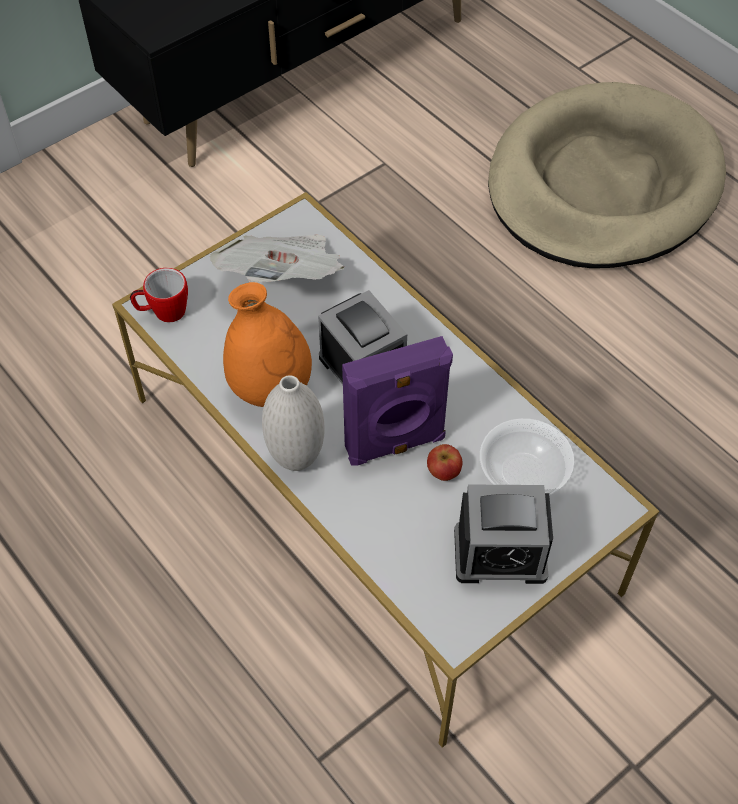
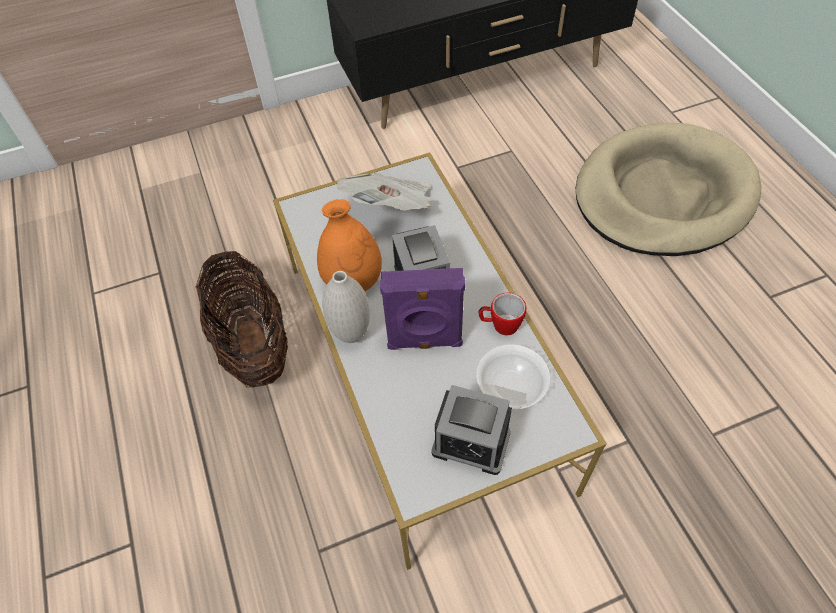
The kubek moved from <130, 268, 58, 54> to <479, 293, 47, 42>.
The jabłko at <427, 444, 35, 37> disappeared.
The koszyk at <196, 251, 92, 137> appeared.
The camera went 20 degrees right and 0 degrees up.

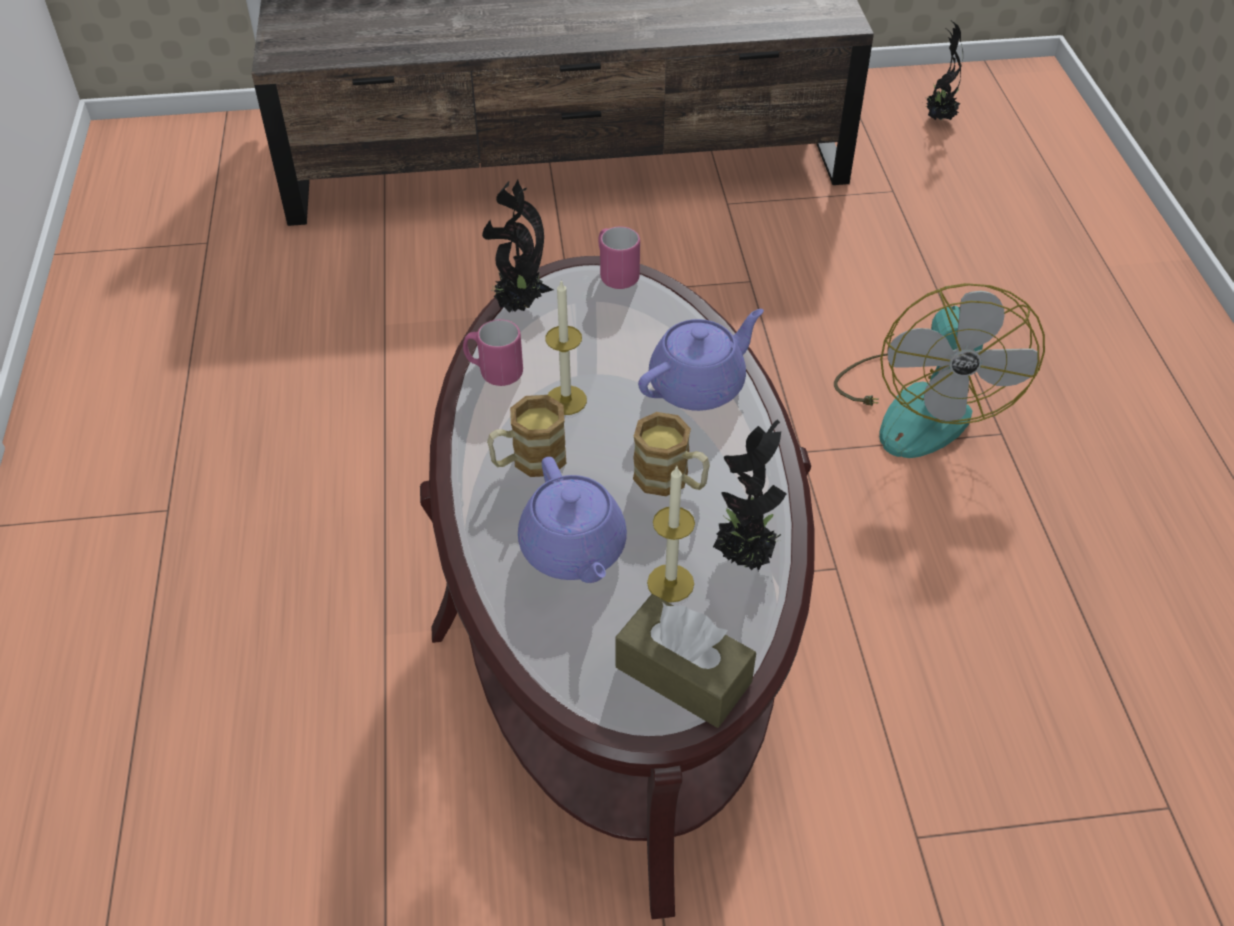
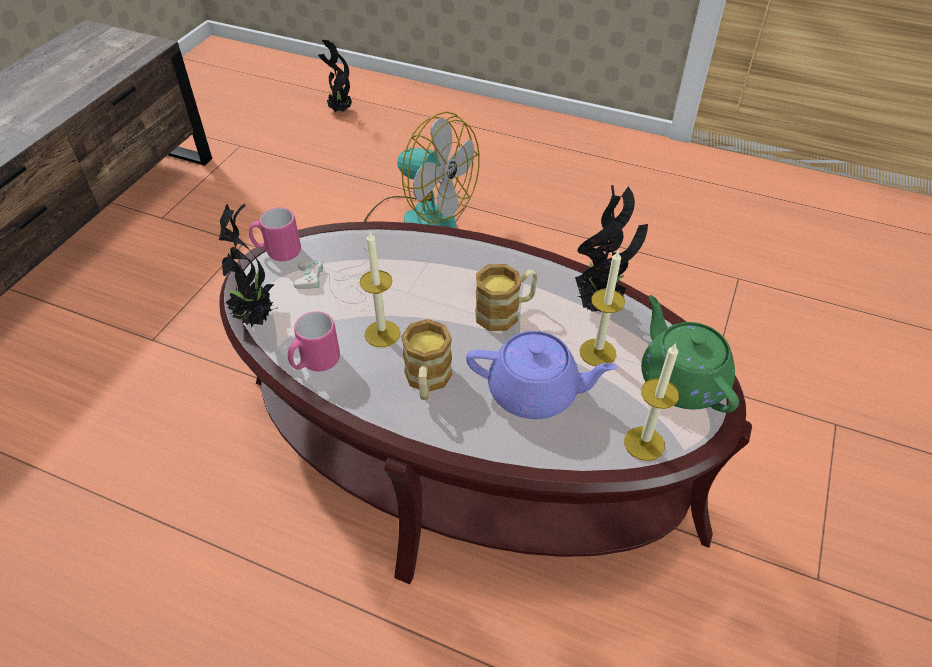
The pudełko chusteczek [brązowy] at <615, 594, 141, 134> was replaced by the imbryk [zielony] at <641, 295, 98, 118>.
The imbryk [fioletowy] at <638, 309, 126, 102> disappeared.
The roślina doniczkowa moved from <923, 21, 40, 99> to <318, 40, 34, 73>.
The pad do gier [biały] at <293, 247, 76, 57> appeared.
The świeca at <624, 343, 55, 118> appeared.
The camera went 60 degrees left and 0 degrees up.

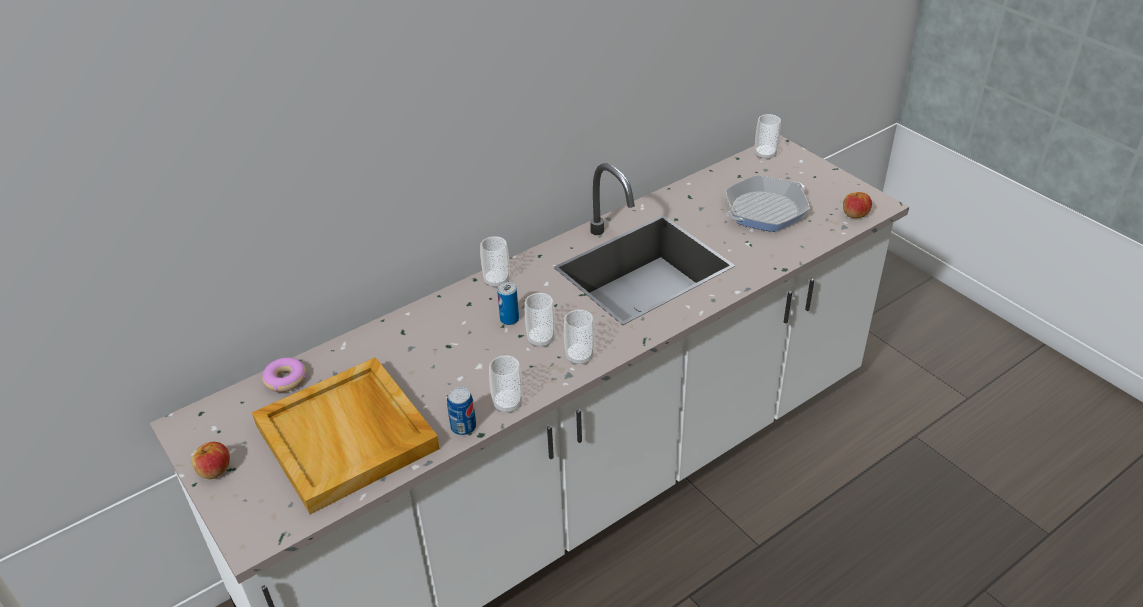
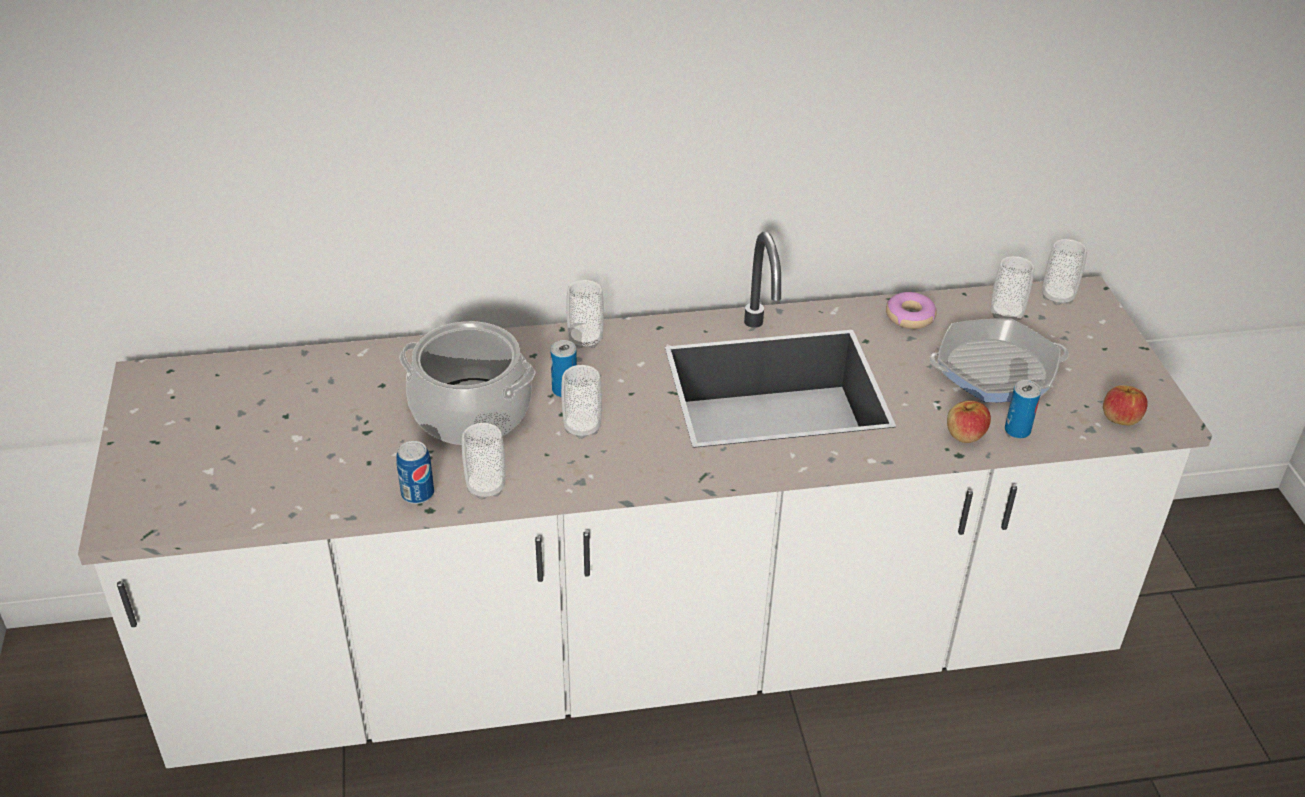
The jabłko moved from <192, 442, 38, 37> to <947, 400, 44, 43>.
The taca [beżowy] at <252, 357, 188, 157> disappeared.
The donut moved from <262, 357, 44, 35> to <886, 292, 51, 37>.
The filiżanka moved from <564, 310, 31, 55> to <990, 256, 44, 64>.
The garnek at <400, 321, 135, 124> appeared.
The puszka at <1005, 380, 36, 59> appeared.
The camera went 25 degrees right and 0 degrees up.

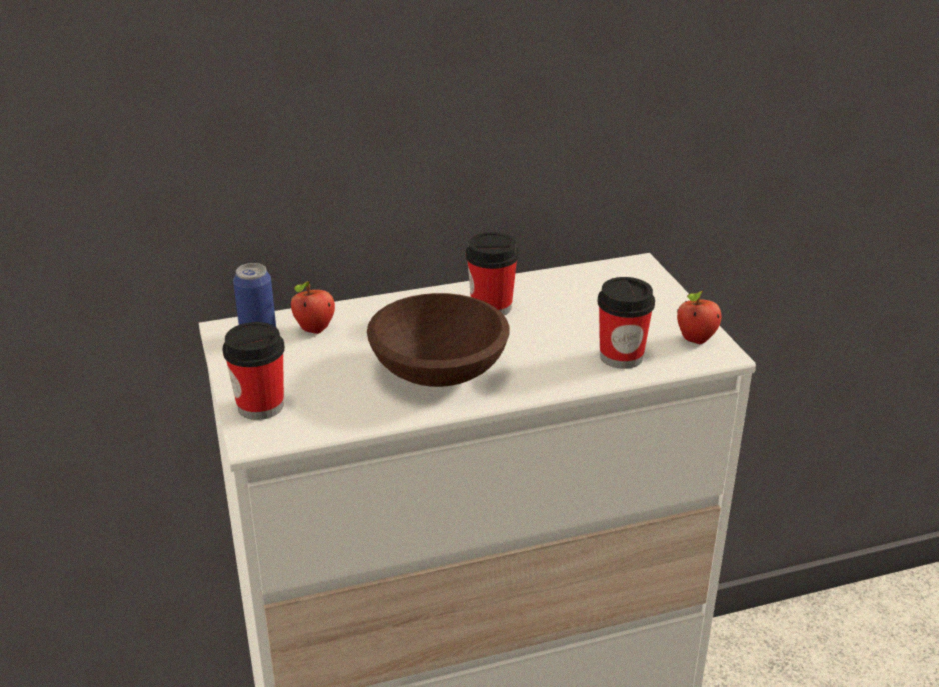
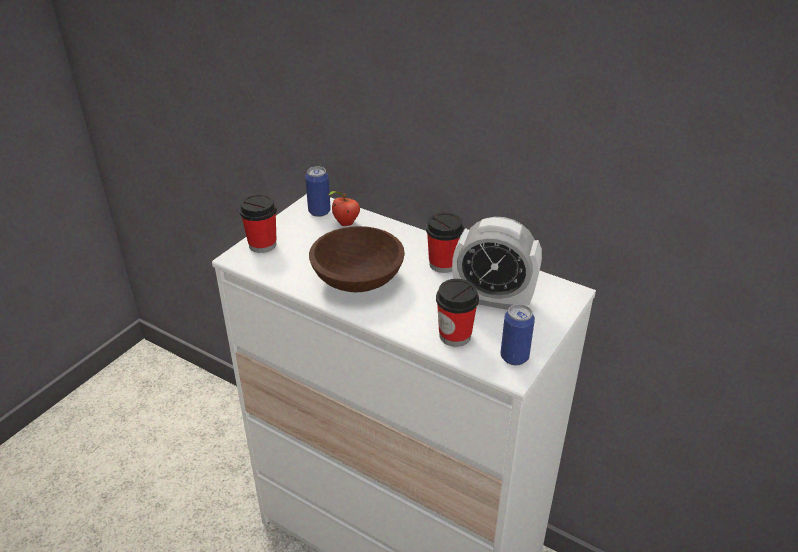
The jabłko at <677, 291, 44, 53> was replaced by the puszka at <501, 304, 34, 62>.
The budzik at <452, 217, 90, 93> appeared.
The camera went 50 degrees right and 5 degrees up.

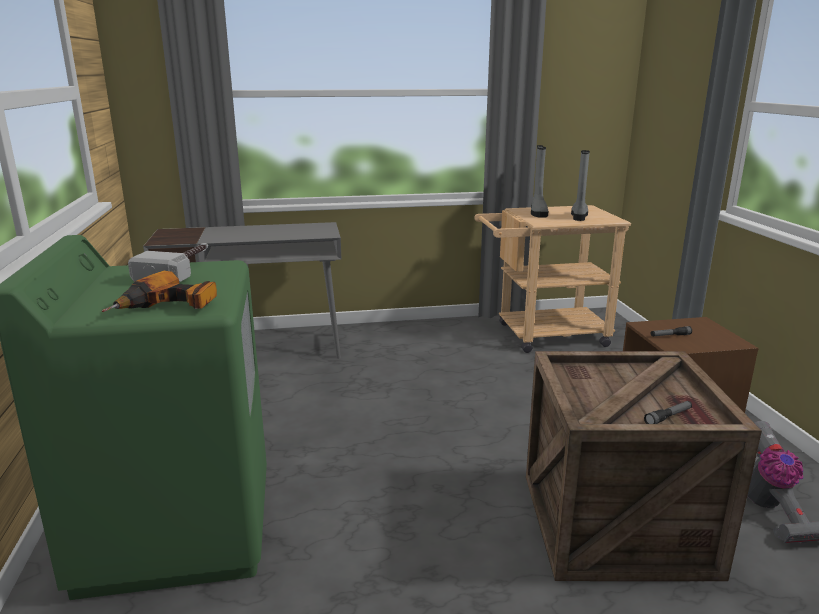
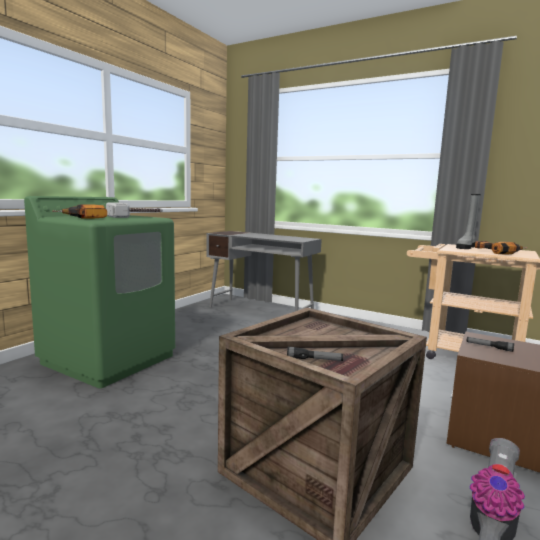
The but z cholewką [szary] at <571, 150, 19, 71> was replaced by the wiertarka at <475, 241, 52, 13>.
The camera went 40 degrees right and 10 degrees down.

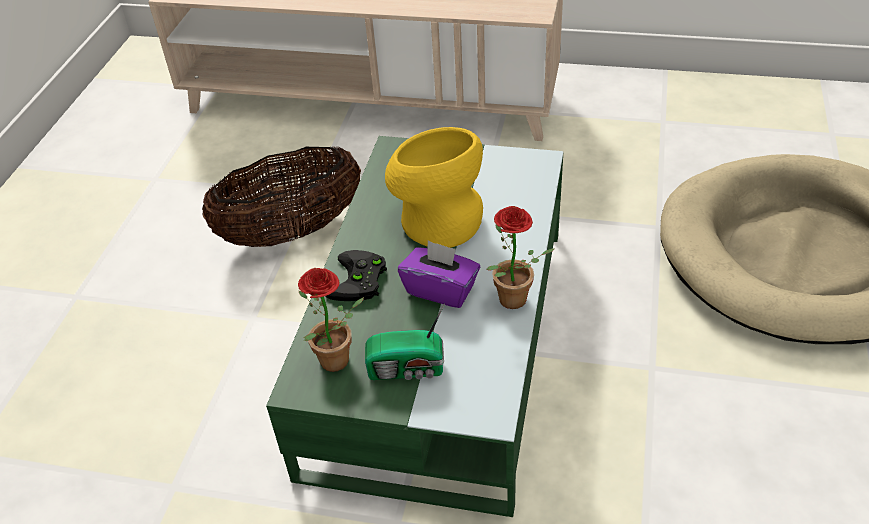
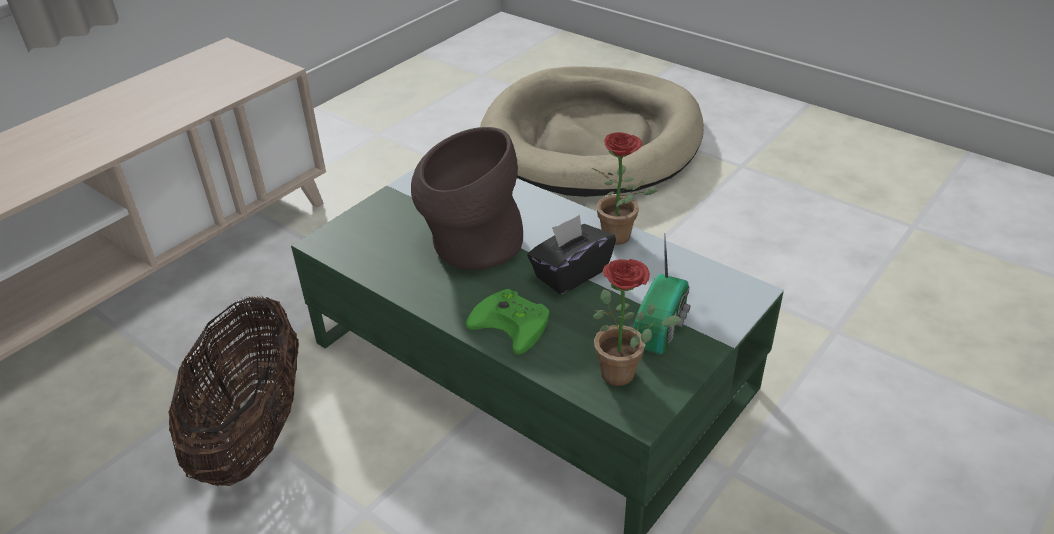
The pad do gier [czarny] at <326, 250, 61, 51> became the pad do gier [zielony] at <466, 289, 83, 66>.
The wazon [żółty] at <385, 127, 98, 121> became the wazon [brązowy] at <411, 127, 112, 143>.
The pudełko chusteczek [fioletowy] at <398, 240, 82, 68> became the pudełko chusteczek [czarny] at <527, 215, 89, 79>.
The camera went 65 degrees left and 5 degrees down.

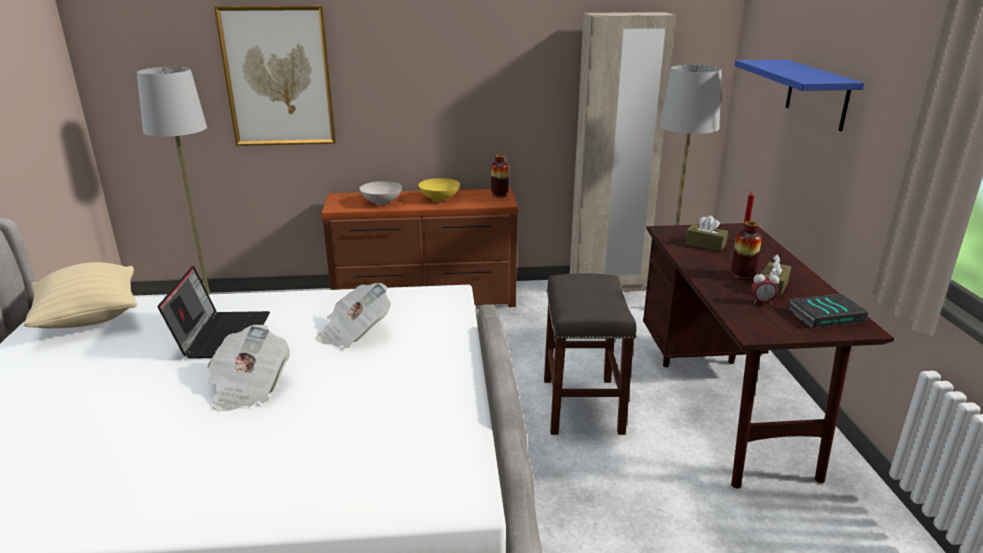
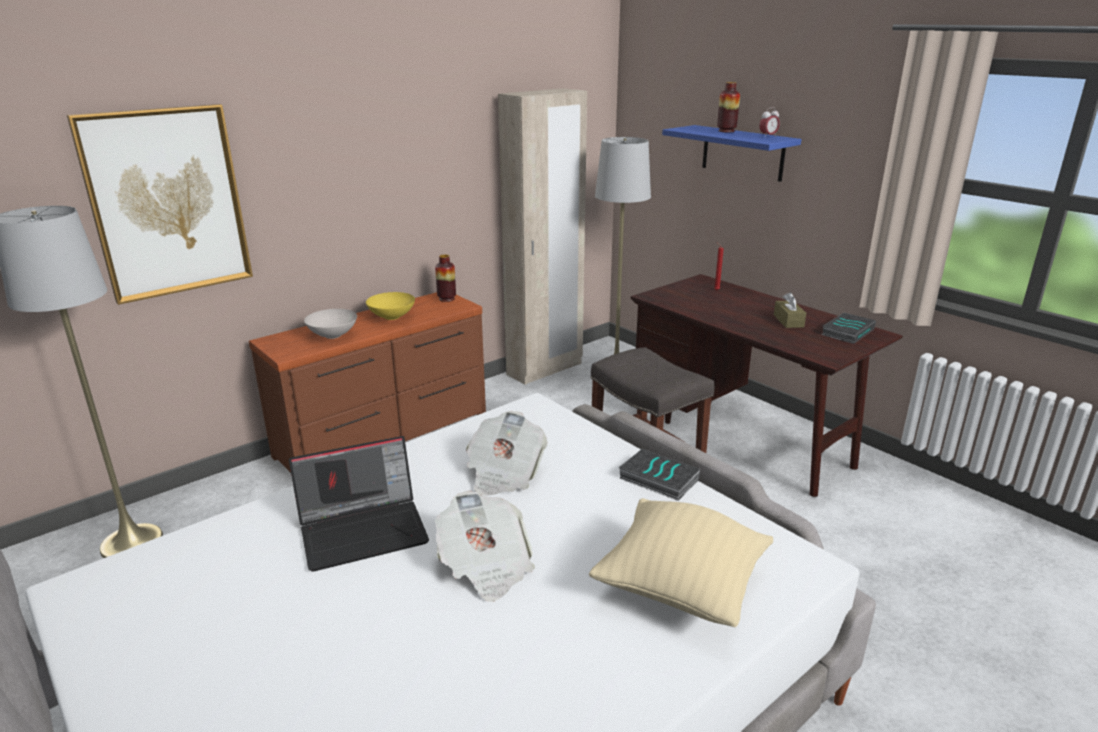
The poduszka [beżowy] moved from <24, 262, 113, 66> to <589, 498, 184, 129>.
The laptop at <158, 266, 112, 93> turned 105 degrees clockwise.
The pudełko chusteczek [brązowy] at <685, 216, 43, 36> disappeared.
The wazon moved from <731, 221, 31, 59> to <717, 82, 23, 51>.
The budzik moved from <751, 271, 28, 34> to <759, 107, 21, 30>.
The książka at <618, 449, 82, 52> appeared.
The camera went 35 degrees left and 0 degrees up.

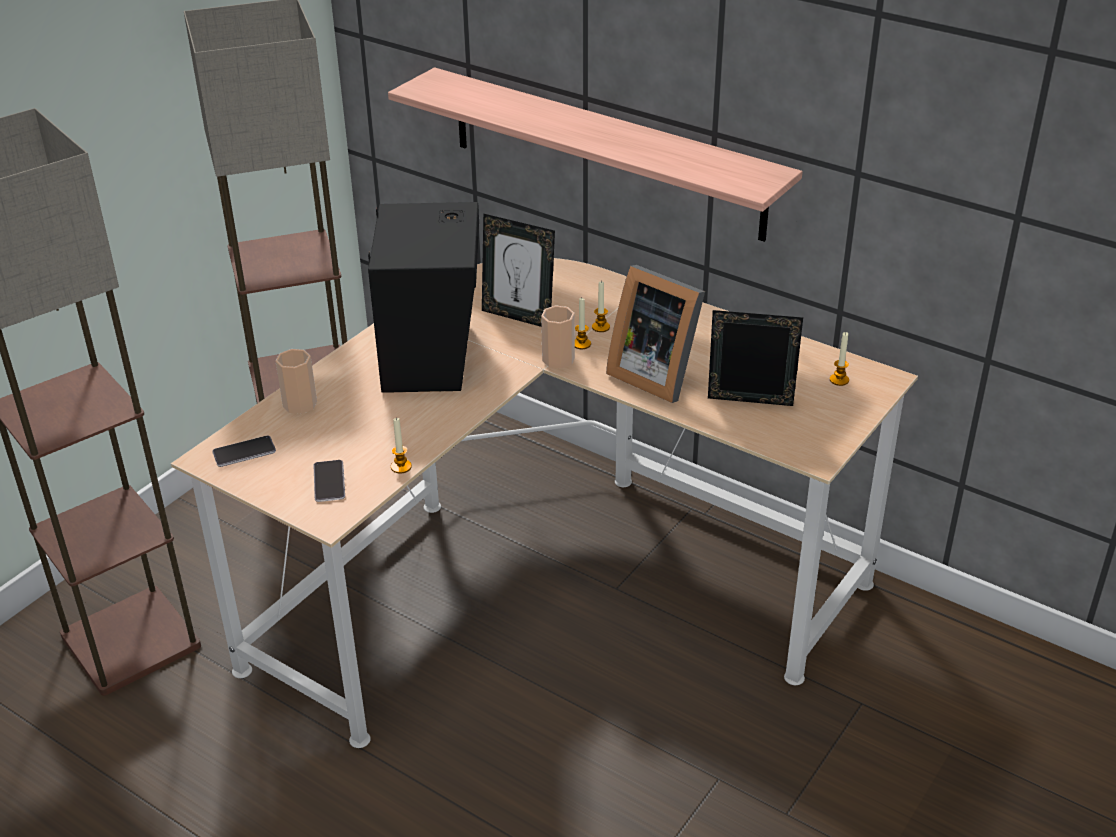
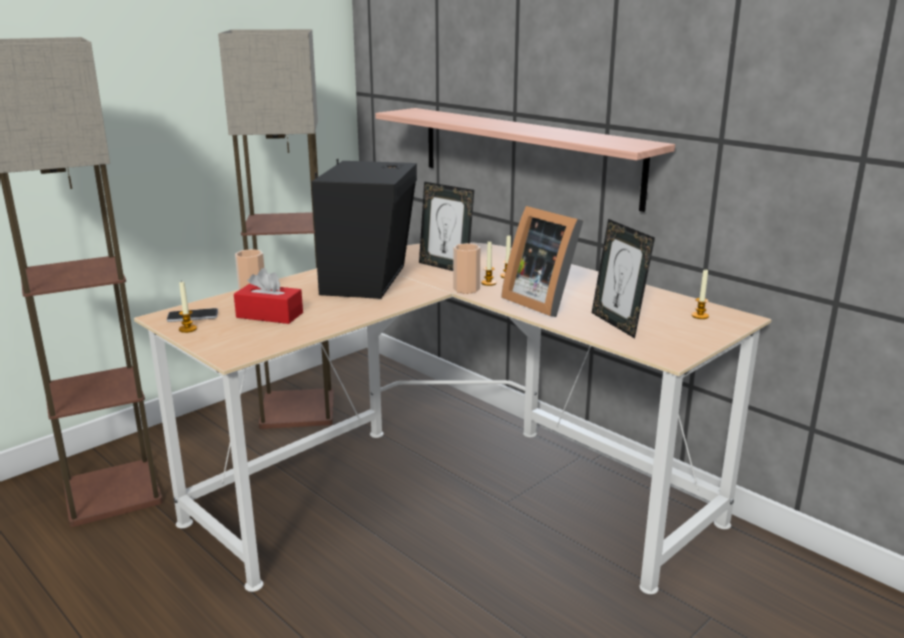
The telefon at <314, 460, 31, 42> disappeared.
The świeca moved from <391, 418, 21, 56> to <179, 280, 18, 53>.
The ramka na zdjęcie at <708, 310, 95, 96> turned 135 degrees counterclockwise.
The pudełko chusteczek [czerwony] at <234, 268, 69, 56> appeared.
The camera went 10 degrees right and 15 degrees down.

